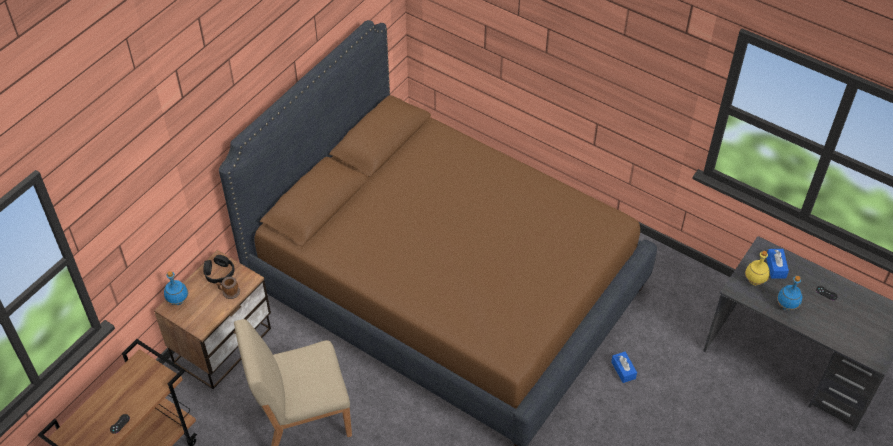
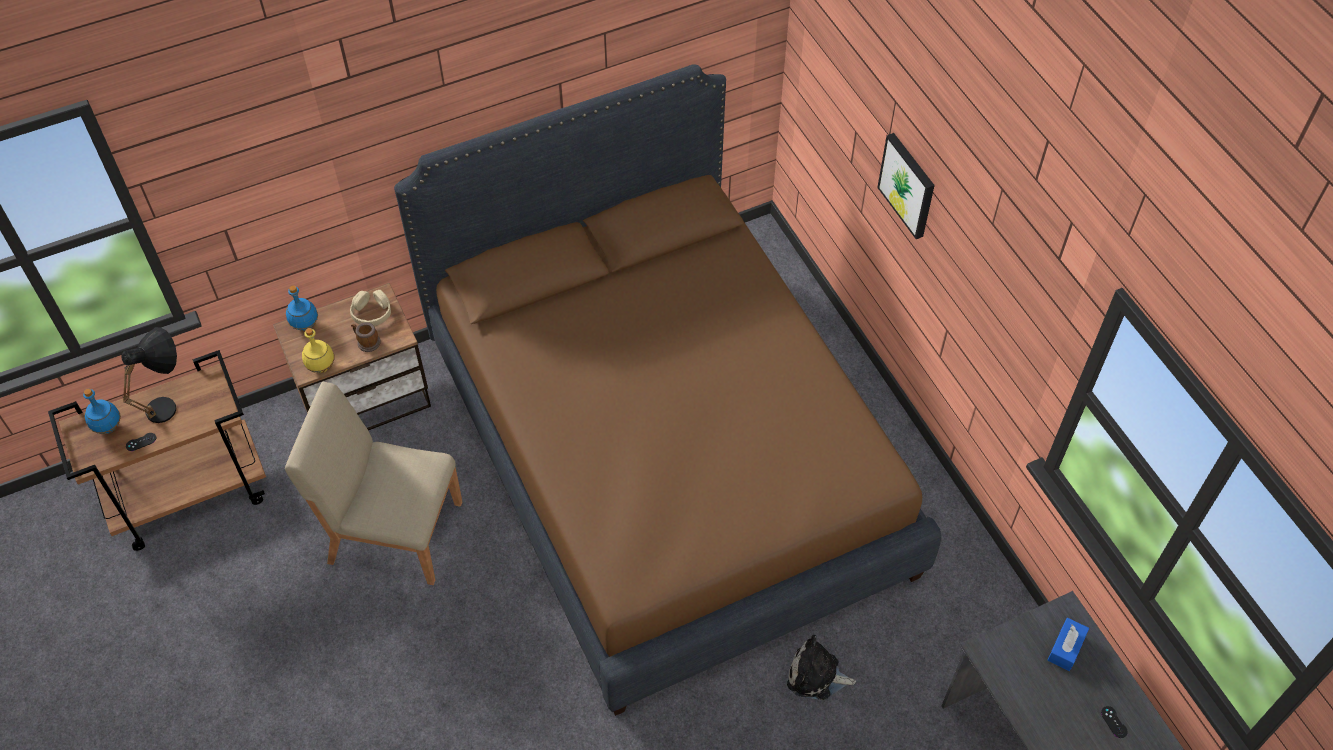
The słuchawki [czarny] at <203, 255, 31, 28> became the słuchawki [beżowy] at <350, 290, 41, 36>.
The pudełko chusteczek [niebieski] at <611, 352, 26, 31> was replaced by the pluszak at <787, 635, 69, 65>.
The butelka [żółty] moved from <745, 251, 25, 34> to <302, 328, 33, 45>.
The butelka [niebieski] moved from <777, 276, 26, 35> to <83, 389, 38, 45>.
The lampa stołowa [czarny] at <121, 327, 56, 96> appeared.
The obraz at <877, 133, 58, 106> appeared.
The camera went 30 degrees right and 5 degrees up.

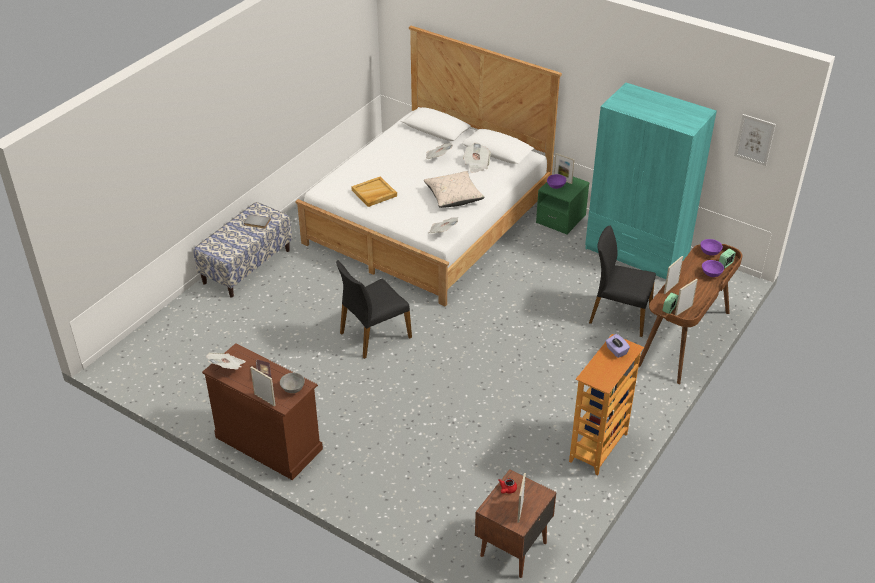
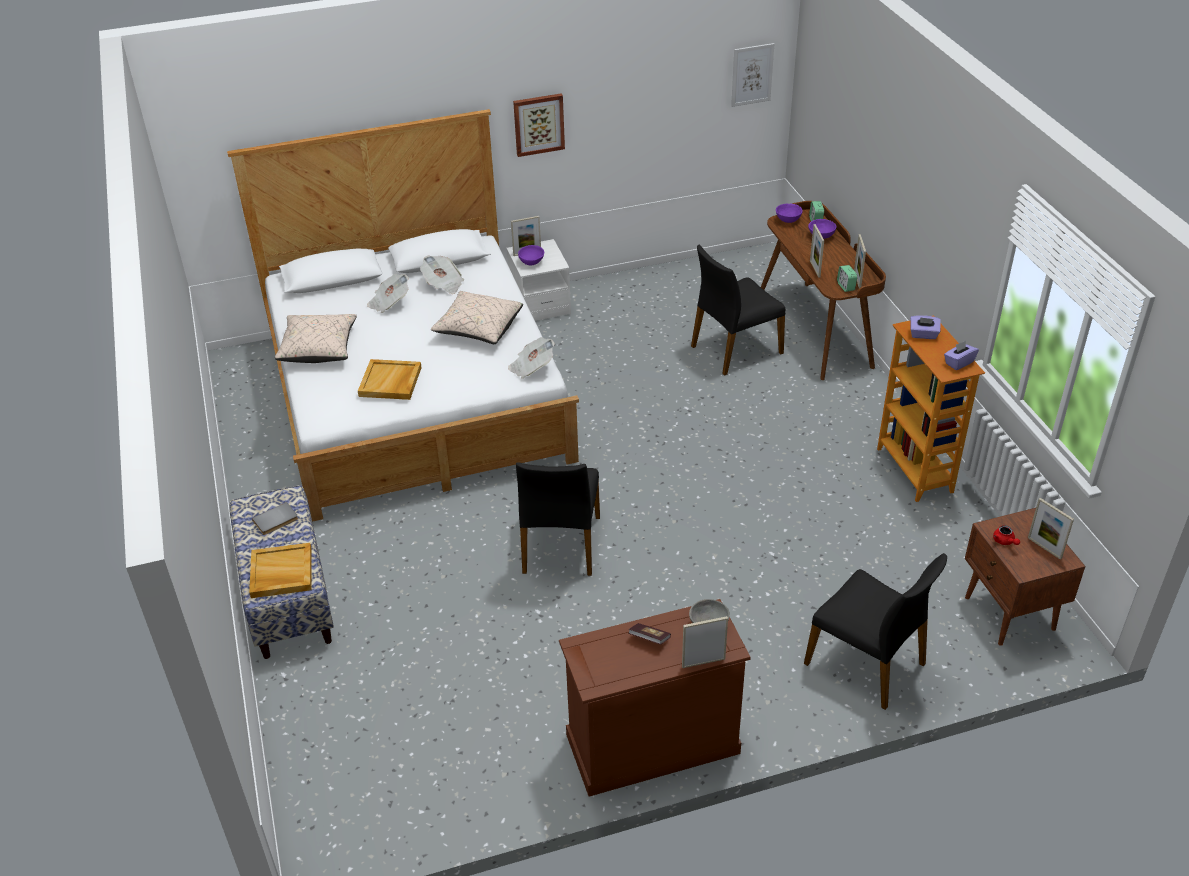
The gazeta at <206, 353, 40, 17> disappeared.
The szafka nocna [zielony] at <536, 177, 54, 58> became the szafka nocna [biały] at <507, 239, 64, 82>.
The szafa [turkusowy] at <585, 83, 132, 196> disappeared.
The taca [beżowy] at <249, 543, 63, 55> appeared.
The poduszka [beżowy] at <275, 314, 82, 49> appeared.
The obraz at <513, 94, 52, 63> appeared.
The krzesło [czarny] at <804, 553, 143, 157> appeared.
The pudełko chusteczek [fioletowy] at <944, 340, 35, 30> appeared.
The camera went 50 degrees left and 0 degrees up.

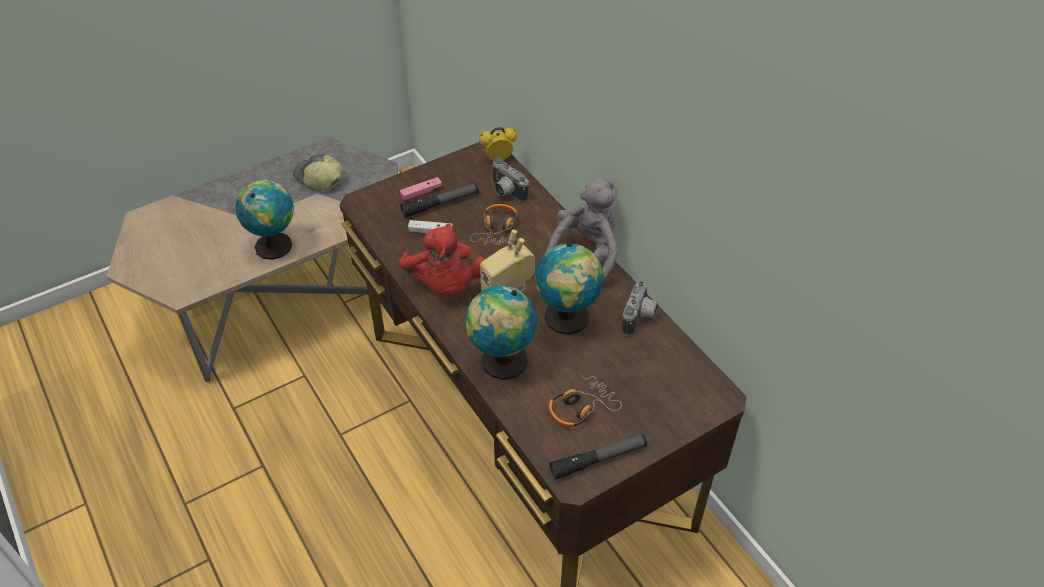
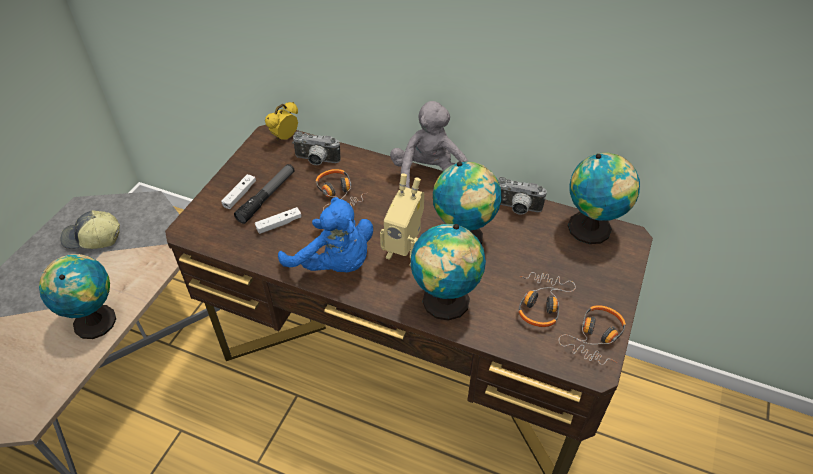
The pluszak [czerwony] at <399, 224, 86, 72> became the pluszak [niebieski] at <278, 197, 95, 75>.
The pad do gier [różowy] at <400, 177, 42, 24> became the pad do gier [biały] at <221, 174, 35, 35>.
The latarka at <549, 434, 98, 46> was replaced by the słuchawki at <559, 305, 67, 60>.
The aparat fotograficzny at <622, 281, 36, 55> turned 120 degrees clockwise.
The globus at <568, 153, 72, 91> appeared.
The camera went 35 degrees left and 0 degrees up.

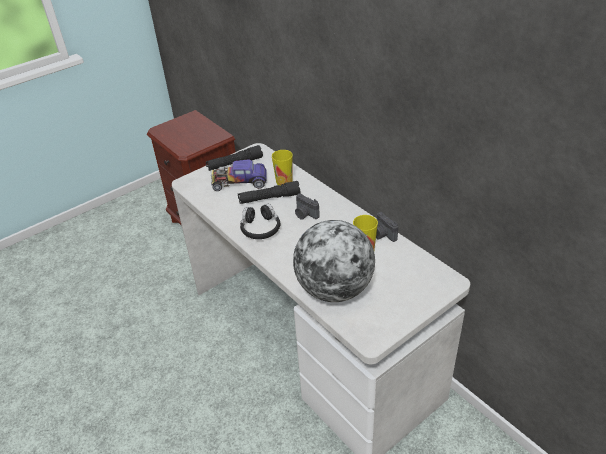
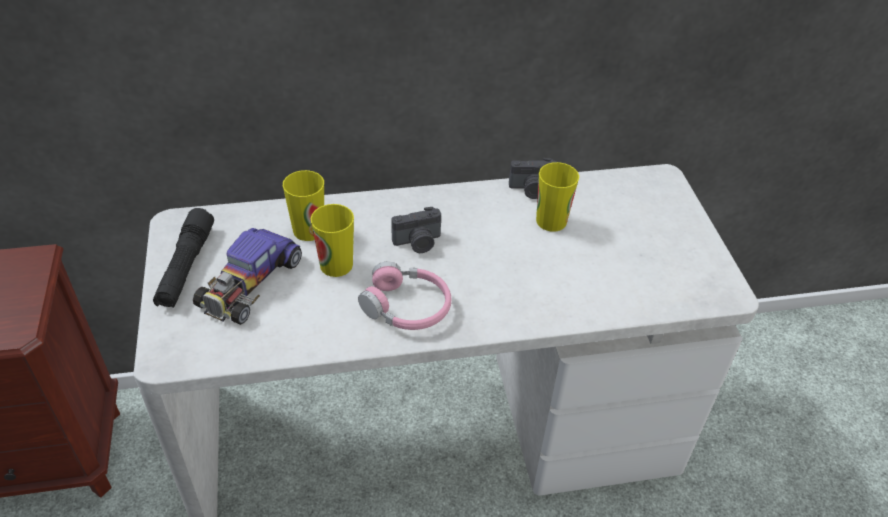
The latarka [czarny] at <238, 181, 62, 23> was replaced by the filiżanka at <310, 204, 44, 73>.
The słuchawki [czarny] at <240, 204, 41, 35> became the słuchawki [różowy] at <358, 262, 93, 68>.
The globus at <293, 220, 82, 82> disappeared.
The camera went 65 degrees left and 5 degrees up.

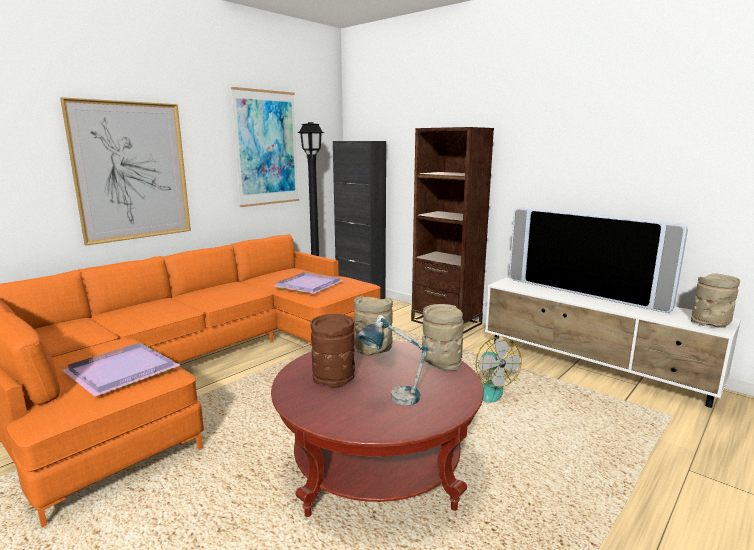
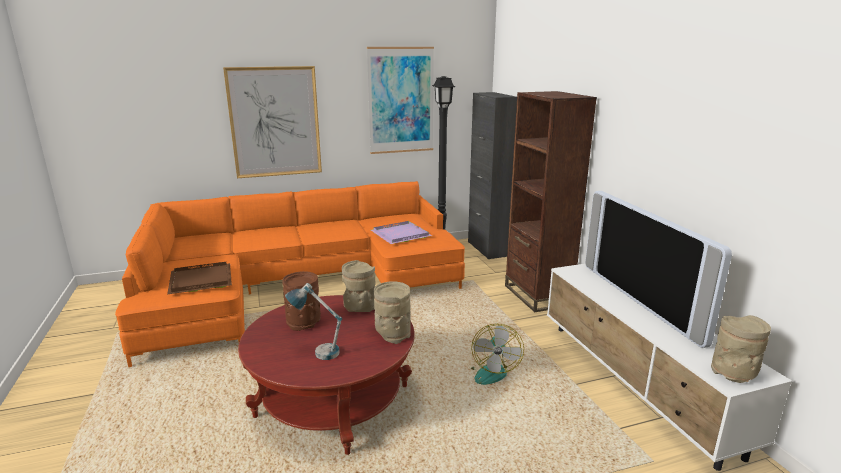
The taca [fioletowy] at <62, 343, 118, 54> became the taca [brązowy] at <167, 262, 65, 32>.
The camera went 30 degrees right and 5 degrees up.

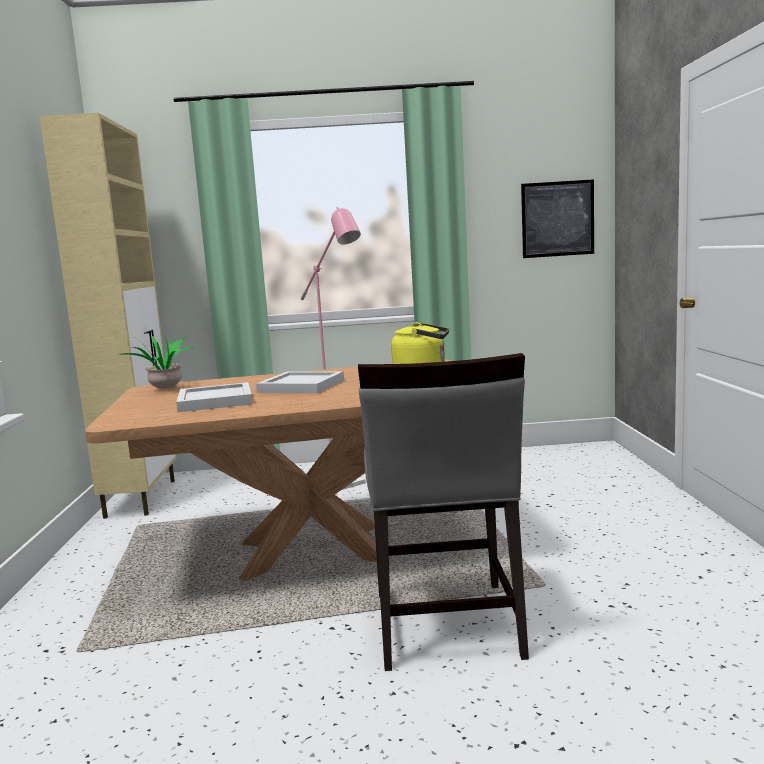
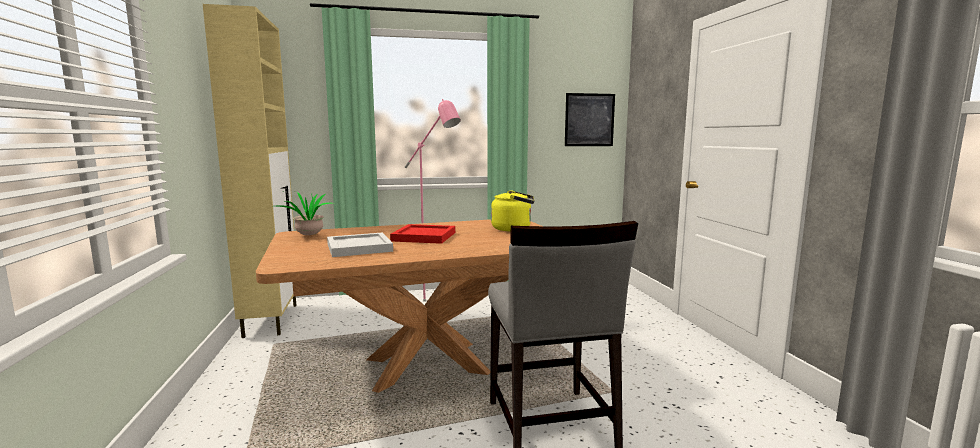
The taca [biały] at <256, 371, 88, 23> became the taca [czerwony] at <390, 224, 65, 20>.
The camera went 10 degrees left and 0 degrees up.

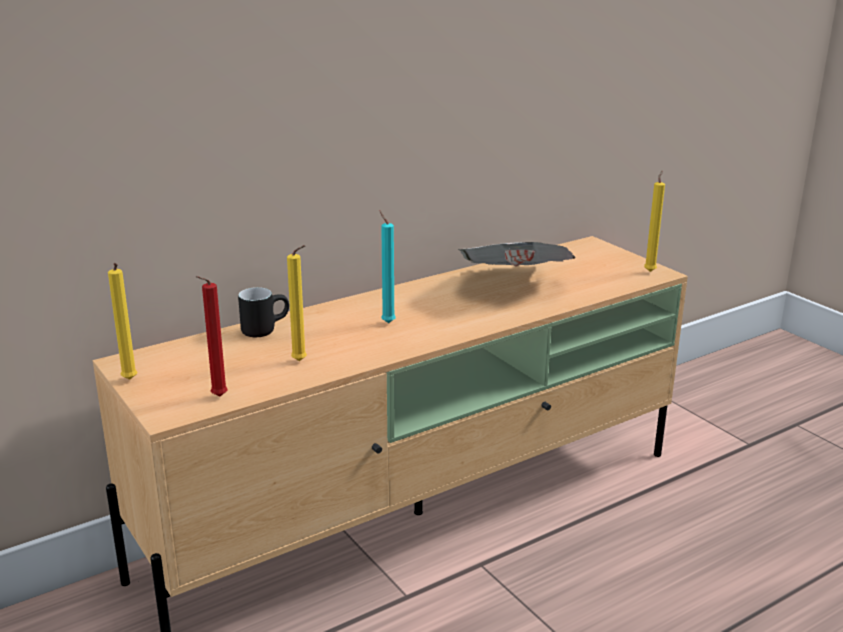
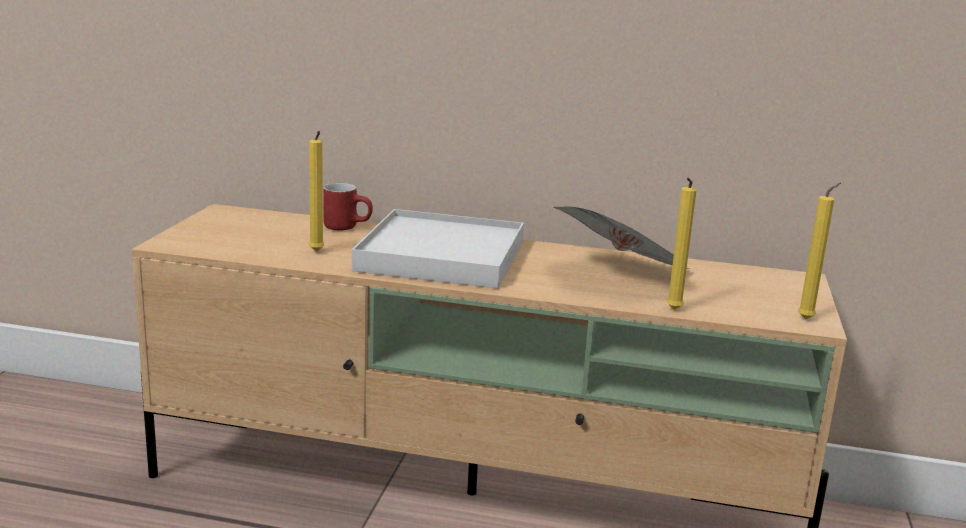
The świeca [żółty] moved from <108, 263, 29, 117> to <666, 178, 31, 132>.
The świeca [czerwony] at <196, 276, 32, 121> disappeared.
The kubek [czarny] at <238, 287, 51, 50> became the kubek [czerwony] at <323, 183, 50, 47>.
The świeca [turkusowy] at <380, 211, 16, 112> was replaced by the taca [biały] at <352, 209, 172, 80>.
The camera went 45 degrees right and 5 degrees down.

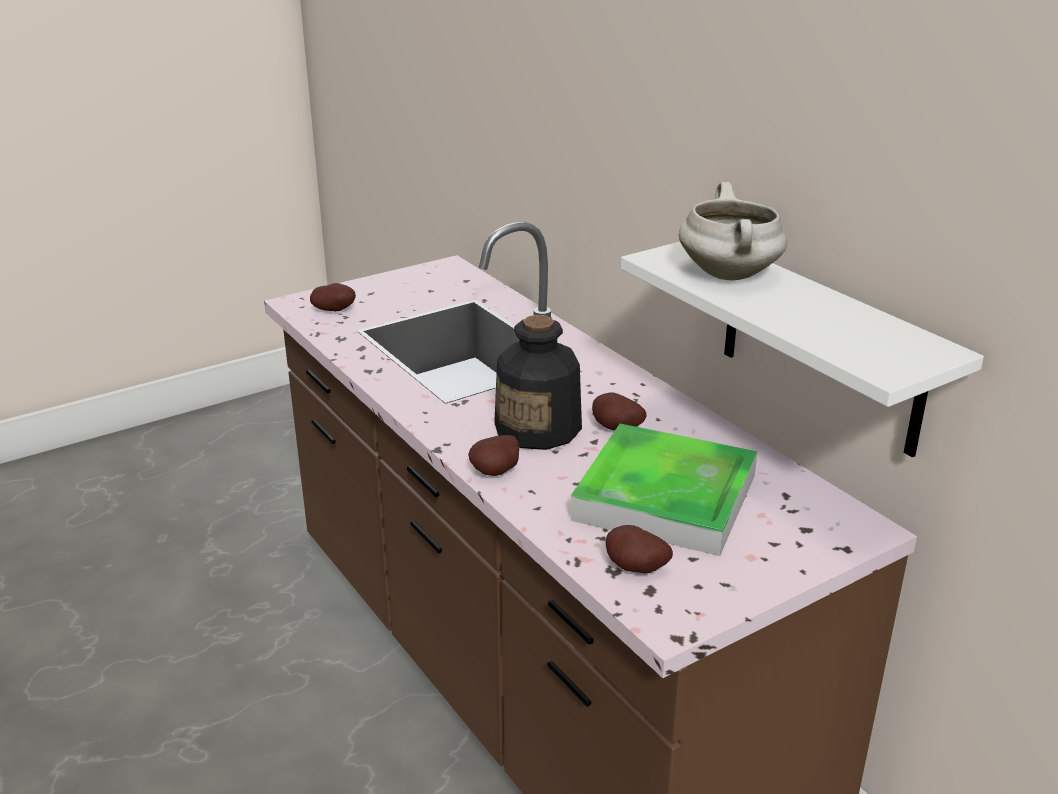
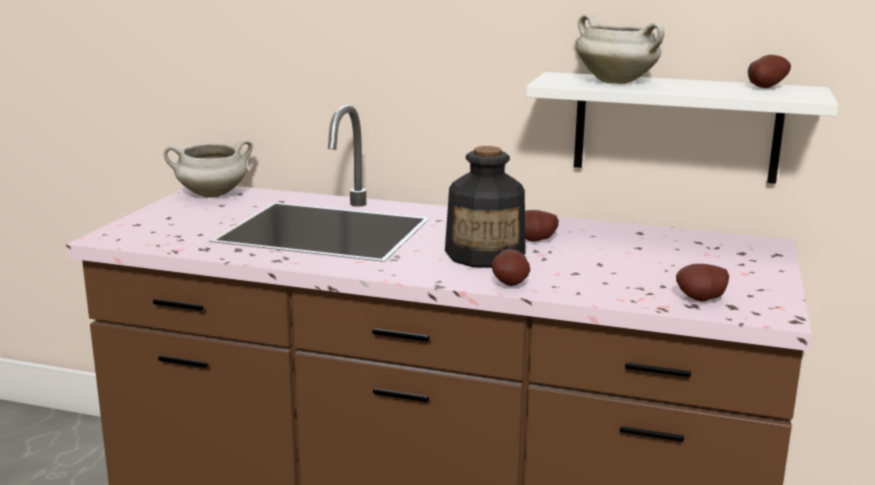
The ziemniak moved from <310, 283, 46, 28> to <748, 55, 43, 33>.
The taca at <570, 424, 188, 132> disappeared.
The garnek [biały] at <164, 139, 89, 58> appeared.
The camera went 40 degrees left and 10 degrees down.

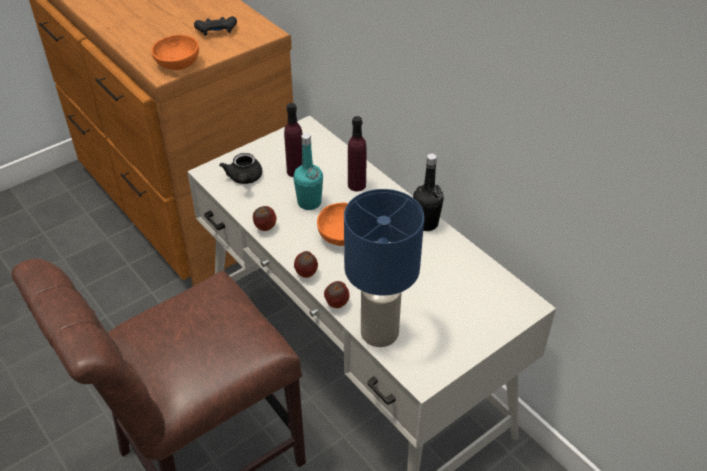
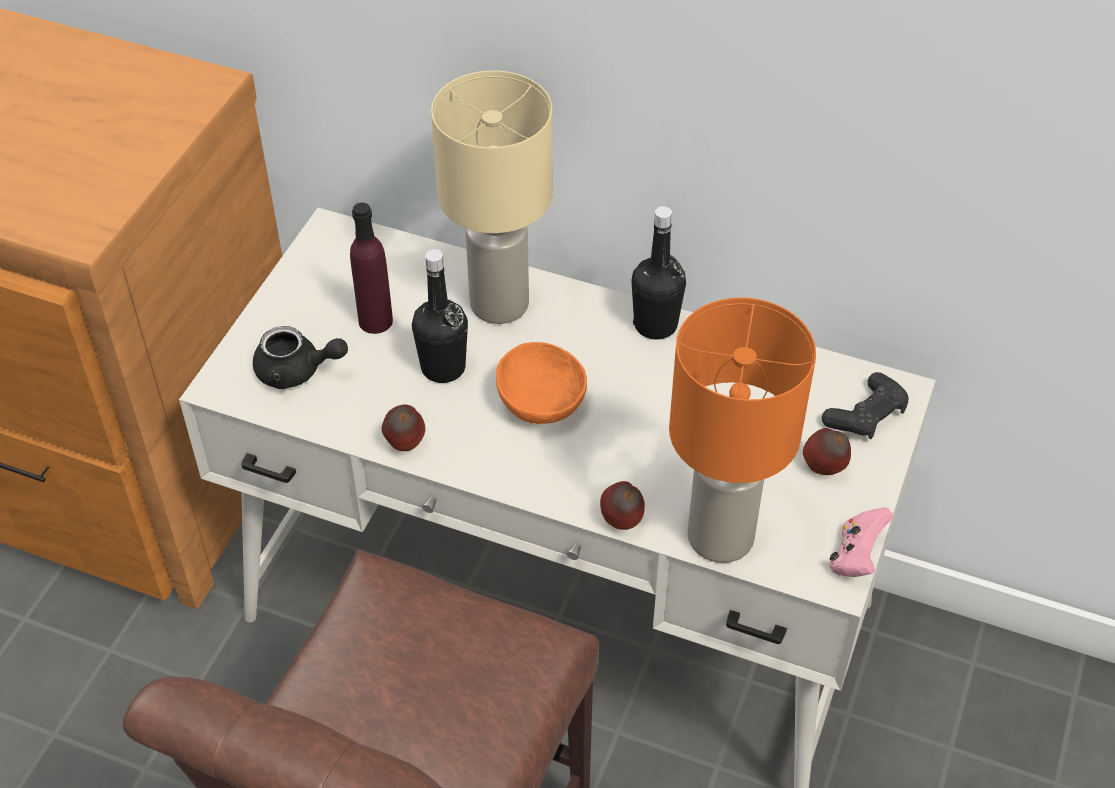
The miska [pomarańczowy] at <151, 35, 48, 35> disappeared.
The pad do gier [czarny] moved from <194, 16, 43, 20> to <822, 372, 87, 67>.
The imbryk [czarny] at <219, 153, 43, 31> turned 45 degrees counterclockwise.
The butelka [turkusowy] at <293, 133, 30, 77> became the butelka [czarny] at <412, 249, 56, 134>.
The jabłko moved from <294, 251, 24, 27> to <803, 428, 48, 47>.
The lampa stołowa [niebieski] at <344, 189, 80, 158> became the lampa stołowa [pomarańczowy] at <669, 297, 147, 266>.
The butelka [fioletowy] at <348, 116, 19, 75> was replaced by the lampa stołowa [beżowy] at <431, 71, 122, 253>.
The pad do gier [różowy] at <829, 507, 64, 70> appeared.
The camera went 30 degrees left and 5 degrees up.

